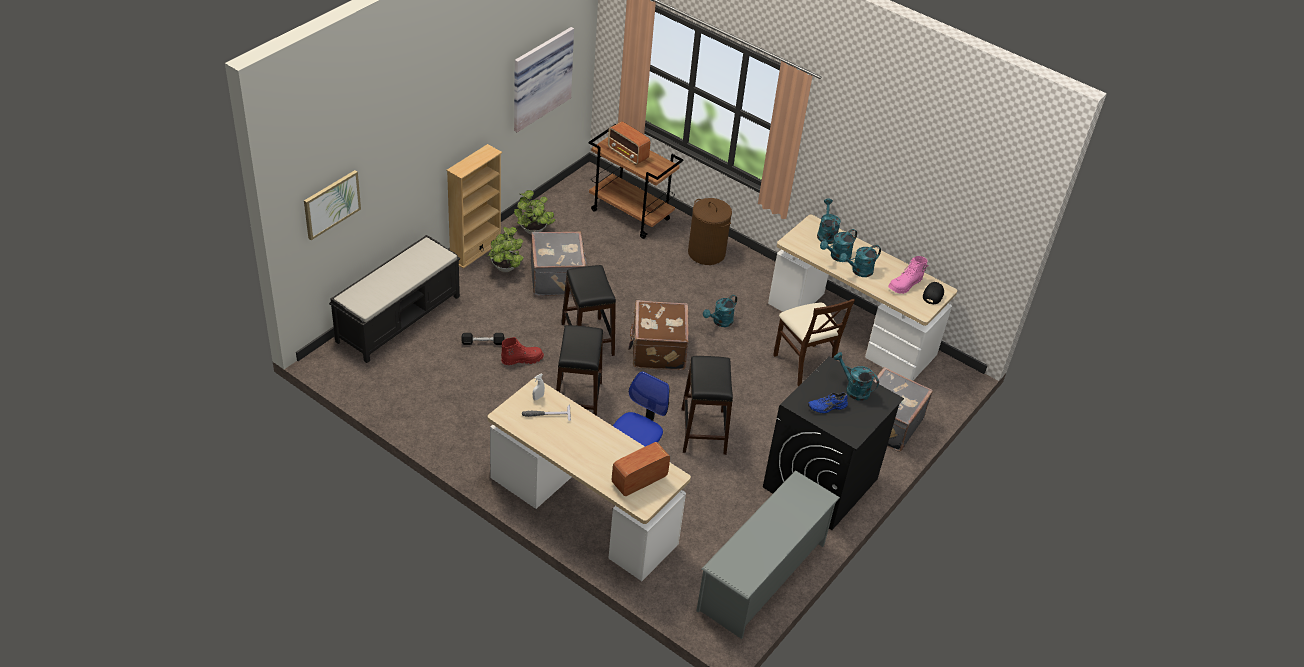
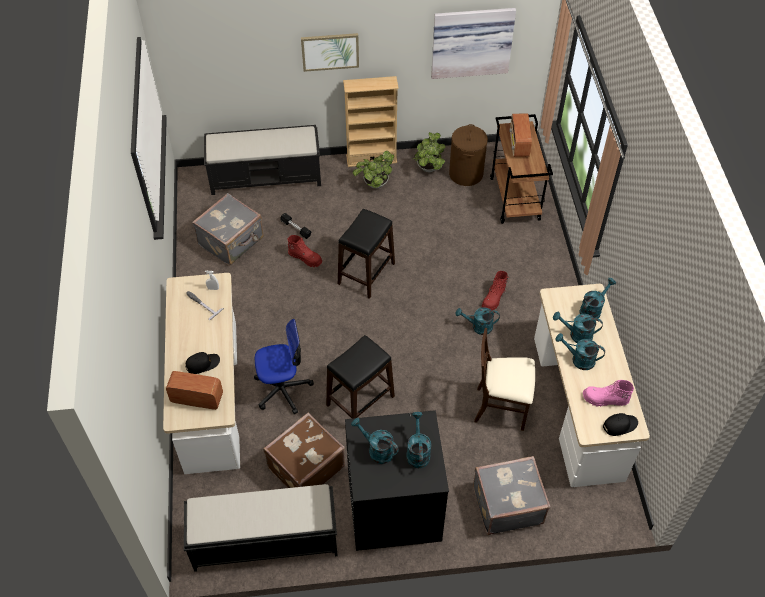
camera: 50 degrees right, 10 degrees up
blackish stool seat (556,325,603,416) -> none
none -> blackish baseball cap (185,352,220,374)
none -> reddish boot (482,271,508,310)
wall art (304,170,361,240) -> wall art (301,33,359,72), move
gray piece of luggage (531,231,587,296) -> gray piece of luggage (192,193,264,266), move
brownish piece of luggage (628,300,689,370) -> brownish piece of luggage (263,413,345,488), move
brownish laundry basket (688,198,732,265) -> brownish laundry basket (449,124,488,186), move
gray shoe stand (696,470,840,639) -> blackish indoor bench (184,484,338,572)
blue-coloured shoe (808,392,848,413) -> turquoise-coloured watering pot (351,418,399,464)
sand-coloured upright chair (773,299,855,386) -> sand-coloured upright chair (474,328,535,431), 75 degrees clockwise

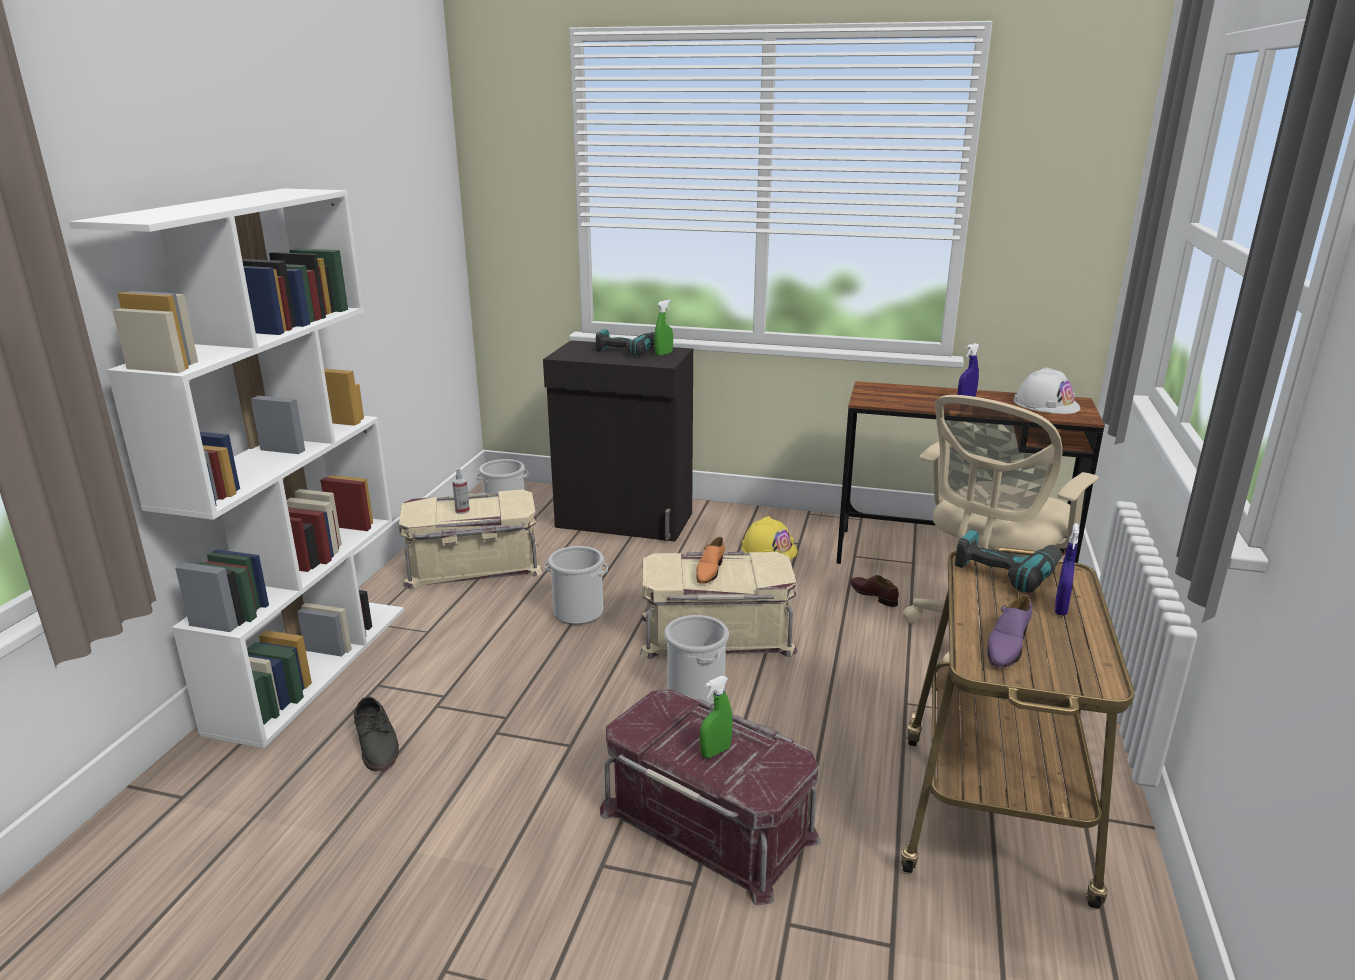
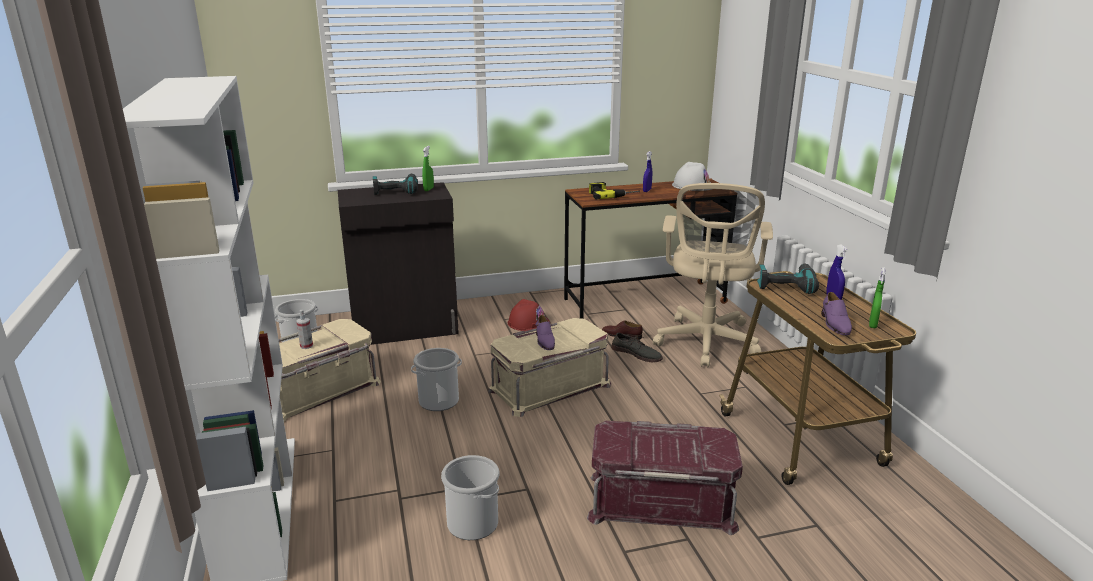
camera: 30 degrees left, 0 degrees up
none -> power drill (589,182,640,200)
gray shoe (354,697,399,771) -> gray shoe (611,333,663,362), move
pail (664,615,729,704) -> pail (441,455,499,540), move
greenish hand sprayer (700,676,733,758) -> greenish hand sprayer (869,267,886,328), move
orangey shoe (696,537,725,584) -> purple-coloured shoe (536,315,555,350)
yellow-coloured hard hat (742,516,797,559) -> reddish hard hat (508,299,550,331)

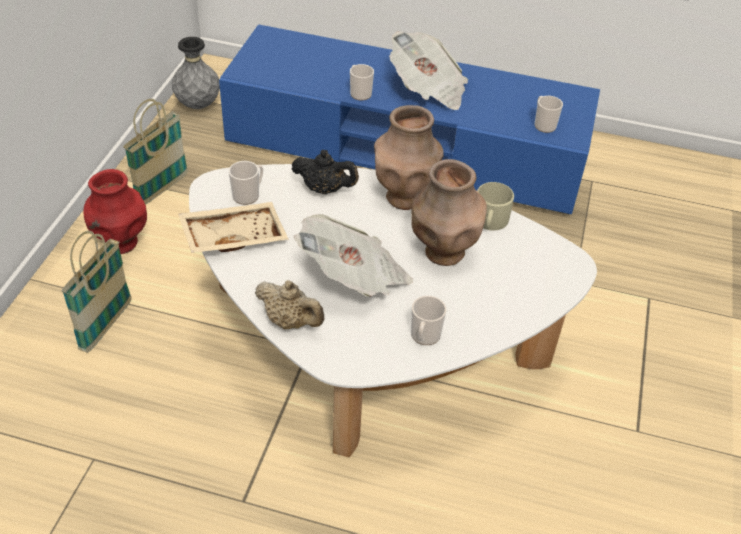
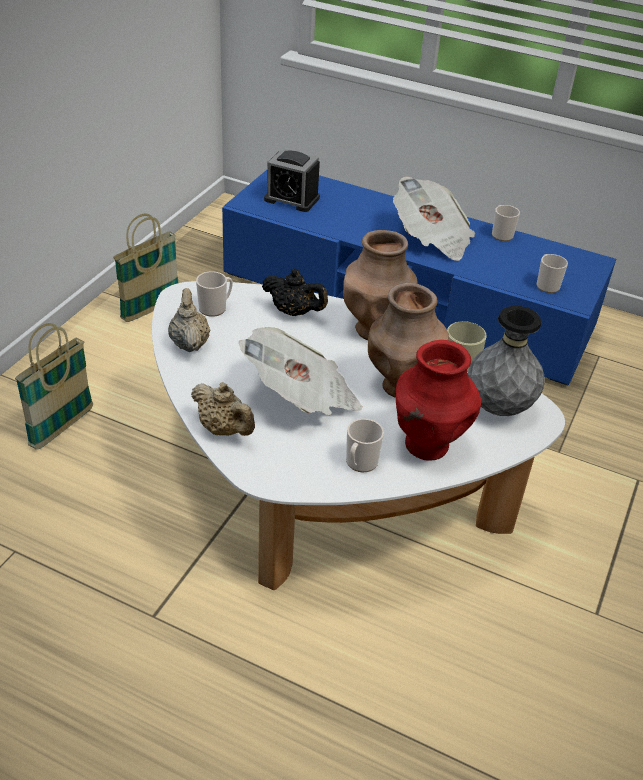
camera: 10 degrees right, 5 degrees down
none -> table clock (264,148,320,212)
reddish decorative vase (83,169,147,254) -> reddish decorative vase (396,340,481,461), move
gray decorative vase (172,37,220,109) -> gray decorative vase (468,306,545,416), move
mug (350,64,374,101) -> mug (492,205,520,241), move
sand-coloured carrying tray (178,202,289,253) -> sand-coloured tea pot (168,288,210,352)

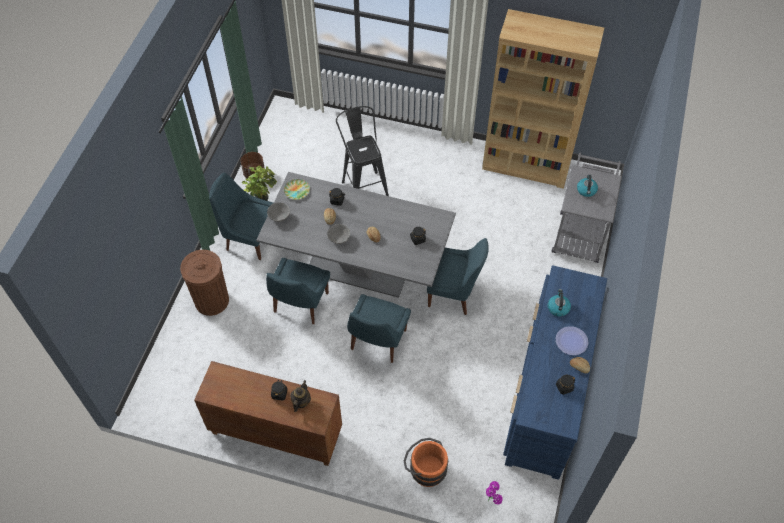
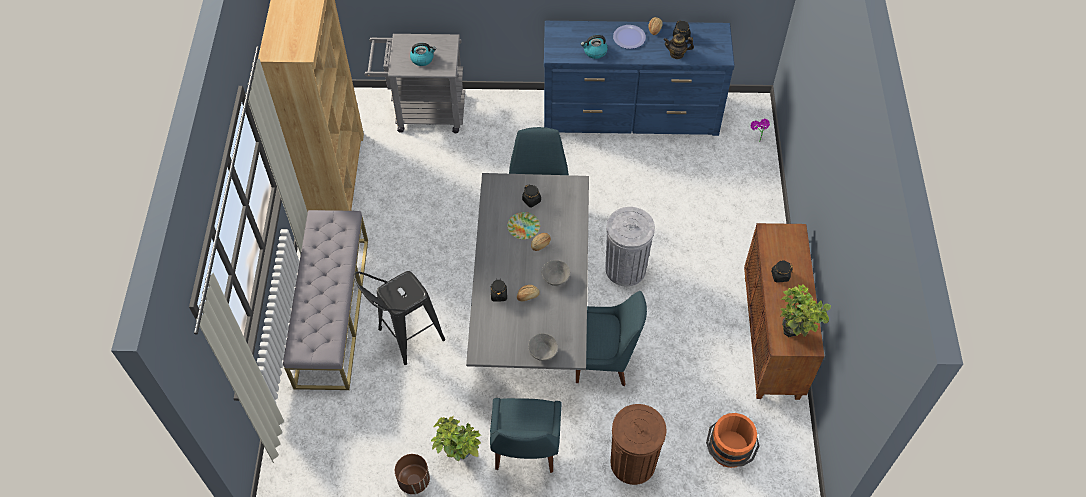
camera: 105 degrees left, 0 degrees up
none -> gray indoor bench (283,210,368,390)
none -> plant in a pot (780,284,831,337)
plate (284,179,310,200) -> plate (507,212,540,239), move
tea pot (290,380,311,412) -> tea pot (664,33,694,59), move
orangey pail (404,438,448,487) -> orangey pail (706,413,760,468), move
blue-coloured upright chair (347,294,411,363) -> gray rubbish bin (605,207,655,286)

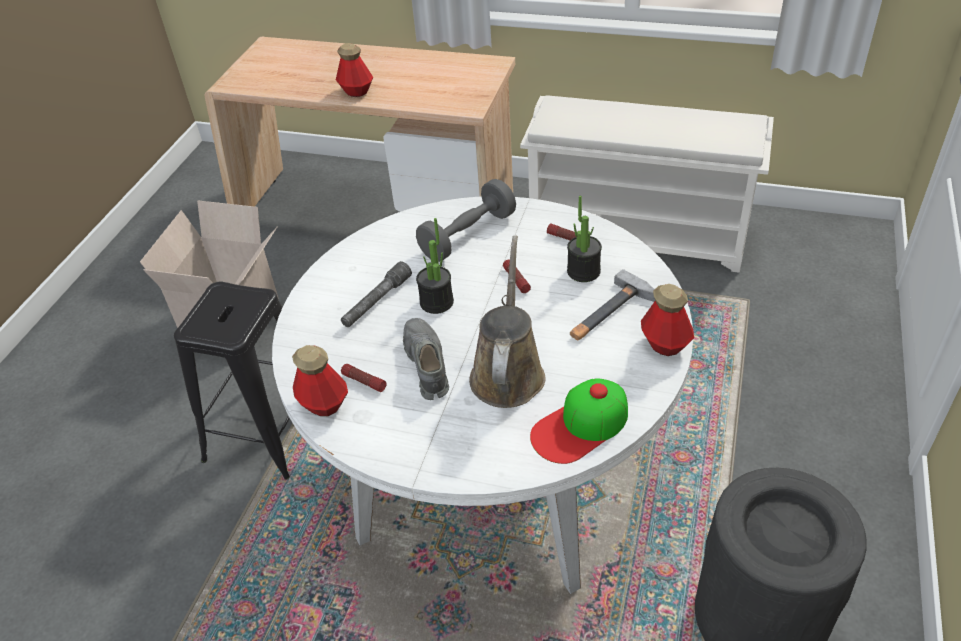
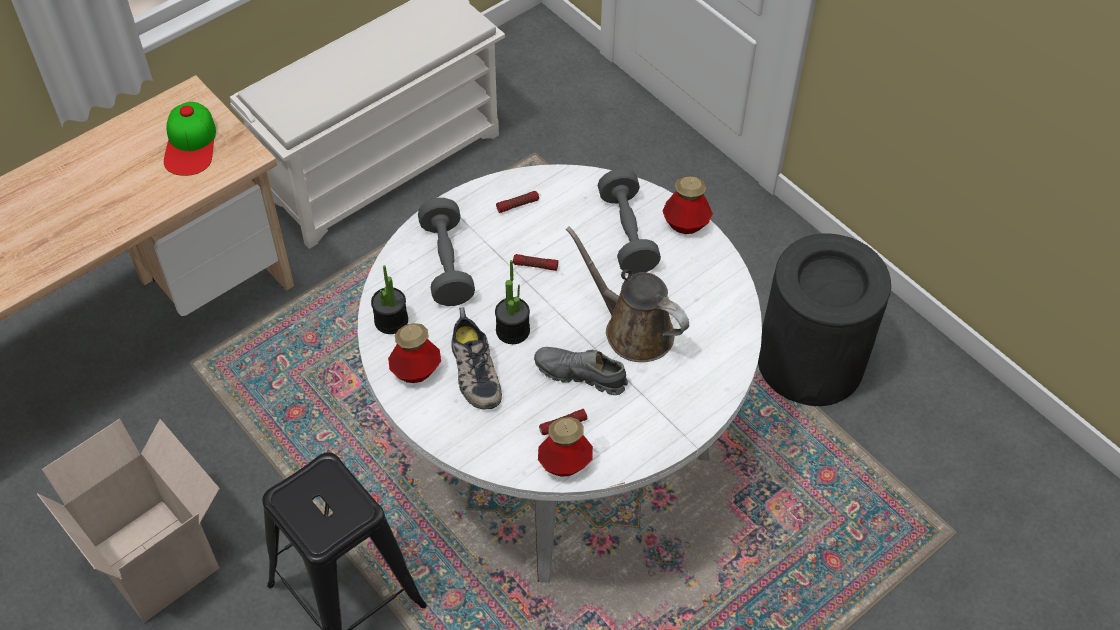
camera: 60 degrees left, 10 degrees up
drink bottle (336,43,373,97) -> drink bottle (388,323,441,383), move
baseball cap (530,378,628,464) -> baseball cap (164,102,216,176), move
plant in a pot (567,195,602,282) -> plant in a pot (371,265,408,334), move
gray hand torch (341,261,412,327) -> shoe (451,307,502,409)
hand hammer (570,269,655,340) -> gray hand weight (598,169,661,274)

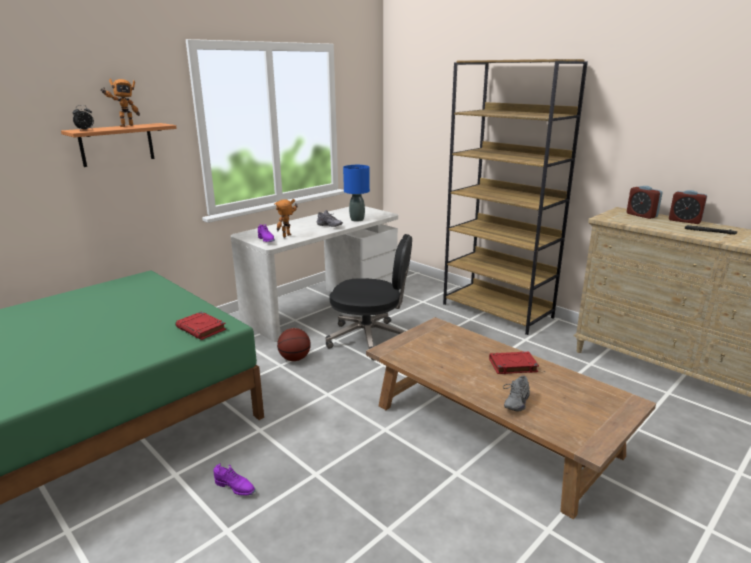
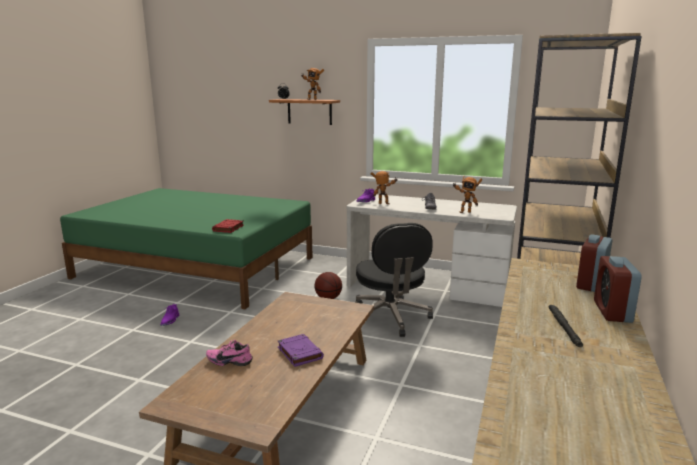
camera: 65 degrees right, 5 degrees down
blue-coloured table lamp (343,165,370,222) -> model robot (452,175,482,213)
reddish volume (489,351,539,374) -> purple-coloured volume (277,334,324,367)
gray shoe (503,376,530,412) -> pink-coloured shoe (206,340,253,366)

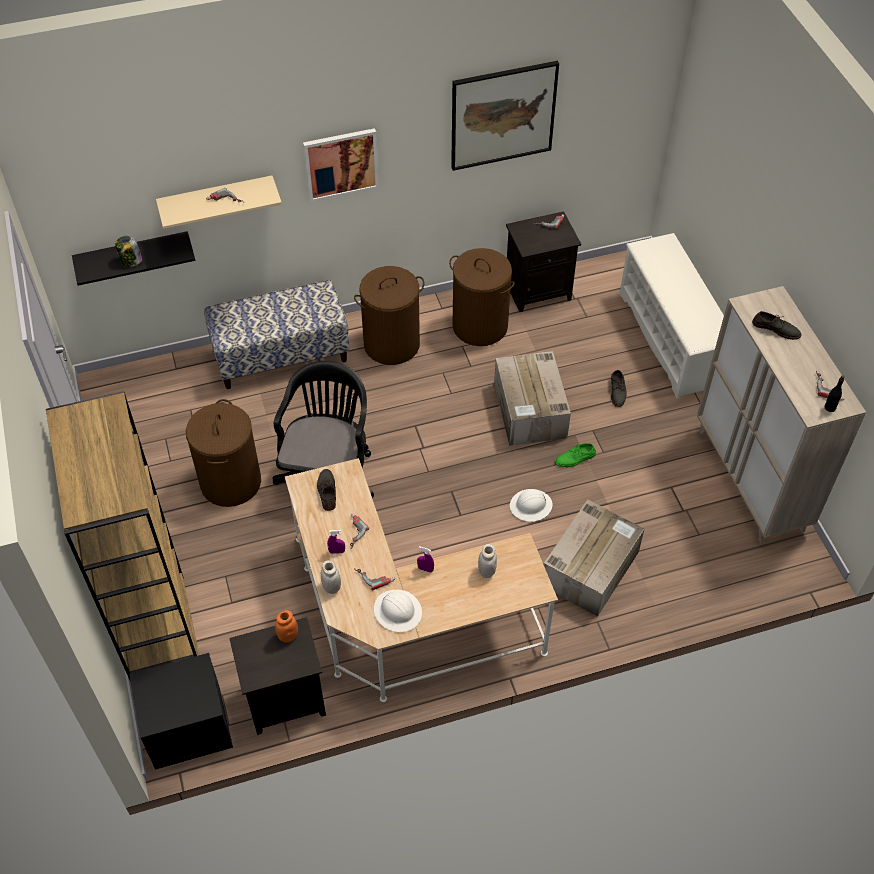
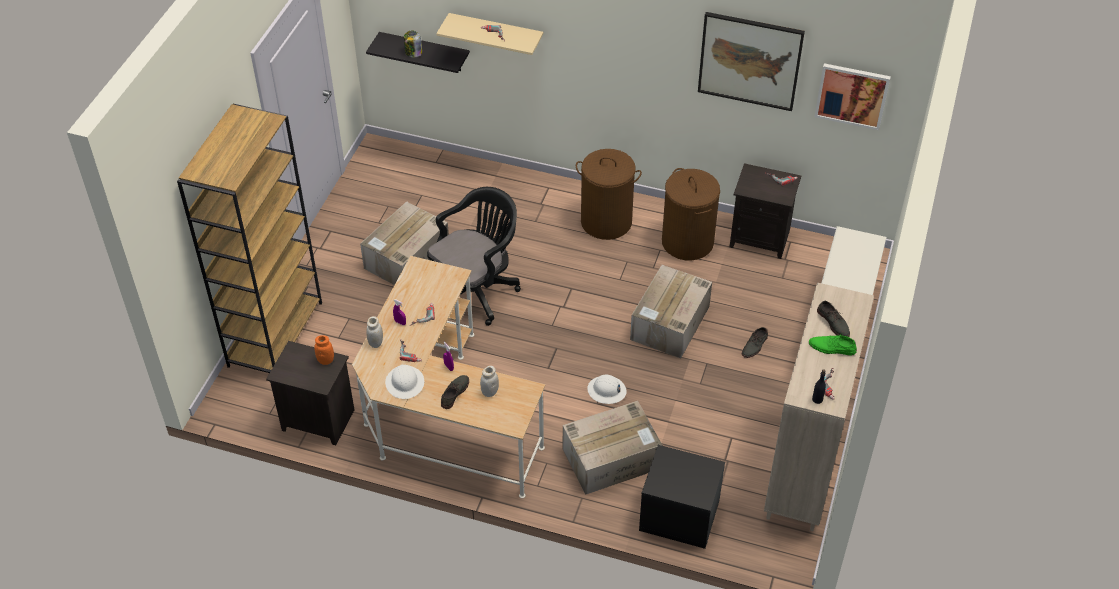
camera: 35 degrees right, 5 degrees down
indoor bench (204,280,350,389) -> none
blackish nightstand (129,653,233,770) -> blackish nightstand (639,445,725,549), move
wall art (303,128,379,202) -> wall art (815,63,891,130), move
gray shoe (317,469,336,511) -> gray shoe (441,375,469,409), move
greenish shoe (555,443,596,467) -> greenish shoe (809,335,857,356), move
brownish laundry basket (186,399,261,507) -> packing box (360,201,449,285)

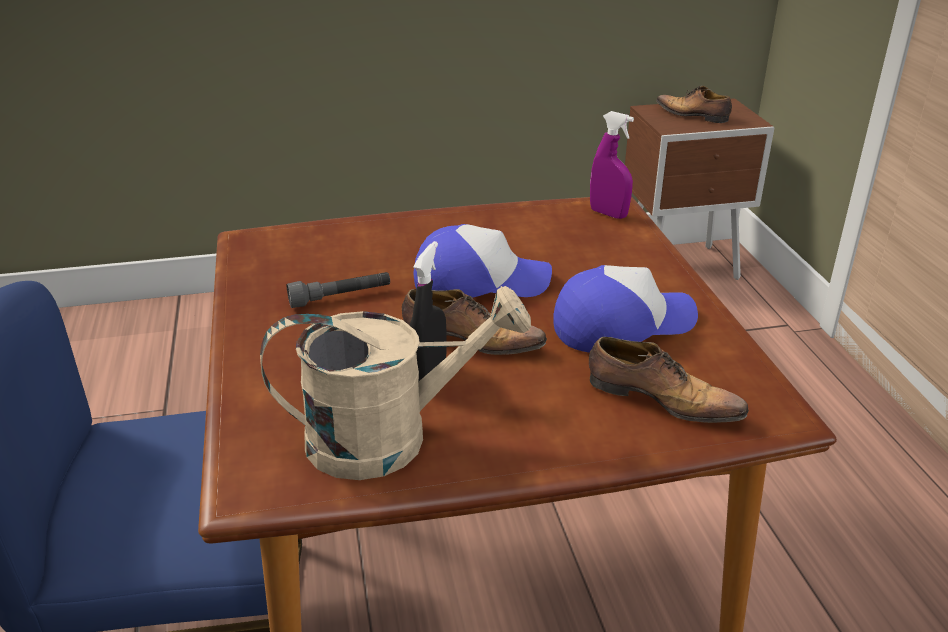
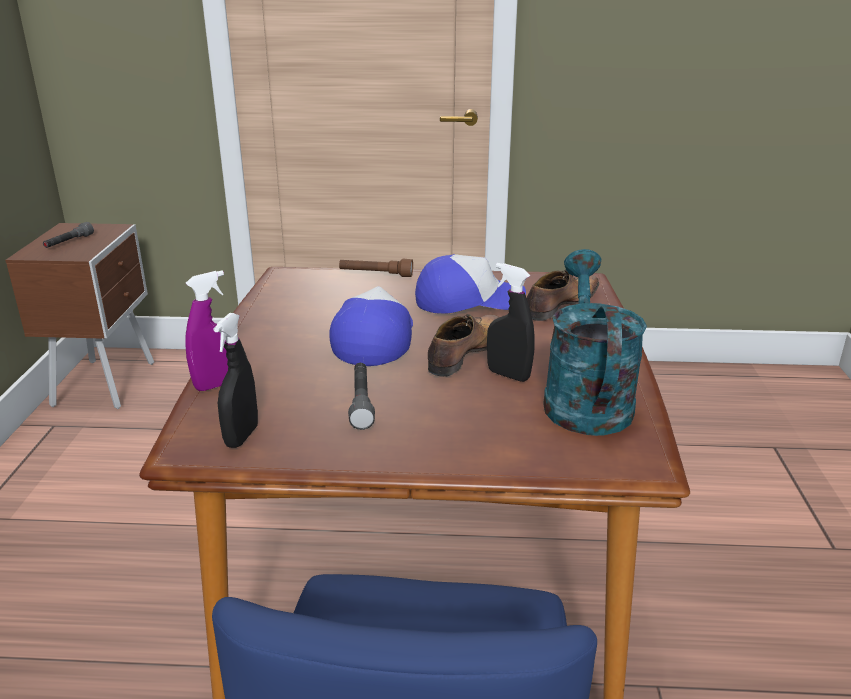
camera: 75 degrees left, 5 degrees down
none -> blackish hand sprayer (213,313,258,448)
none -> brownish hand torch (339,258,413,277)
purple-coloured hand sprayer (590,111,634,219) -> purple-coloured hand sprayer (185,271,228,391), move
shoe (656,86,732,123) -> gray hand torch (43,222,94,248)
sand-coloured watering pot (260,286,531,480) -> turquoise-coloured watering pot (543,249,647,436)
baseball cap (553,265,698,353) -> baseball cap (415,254,526,314), 90 degrees clockwise

